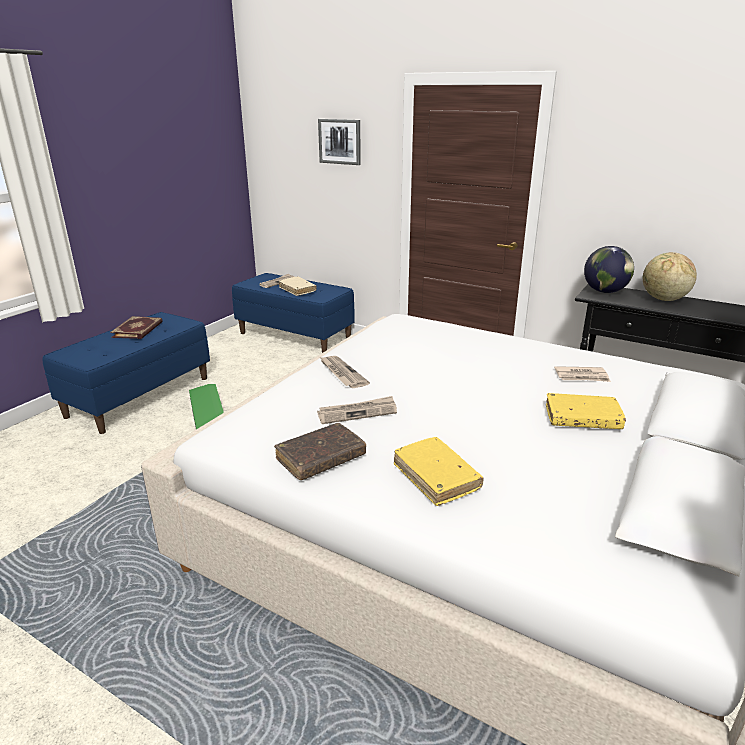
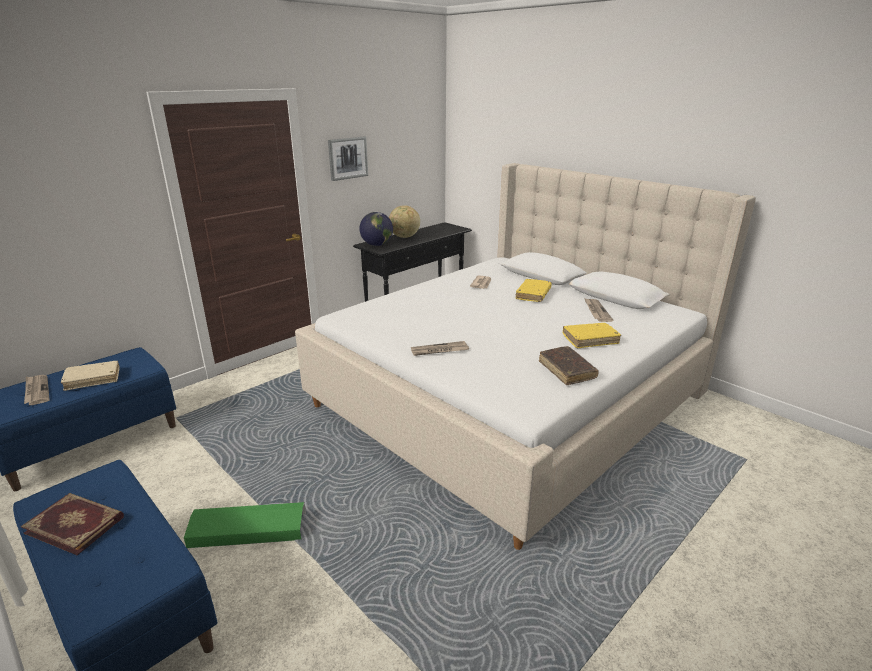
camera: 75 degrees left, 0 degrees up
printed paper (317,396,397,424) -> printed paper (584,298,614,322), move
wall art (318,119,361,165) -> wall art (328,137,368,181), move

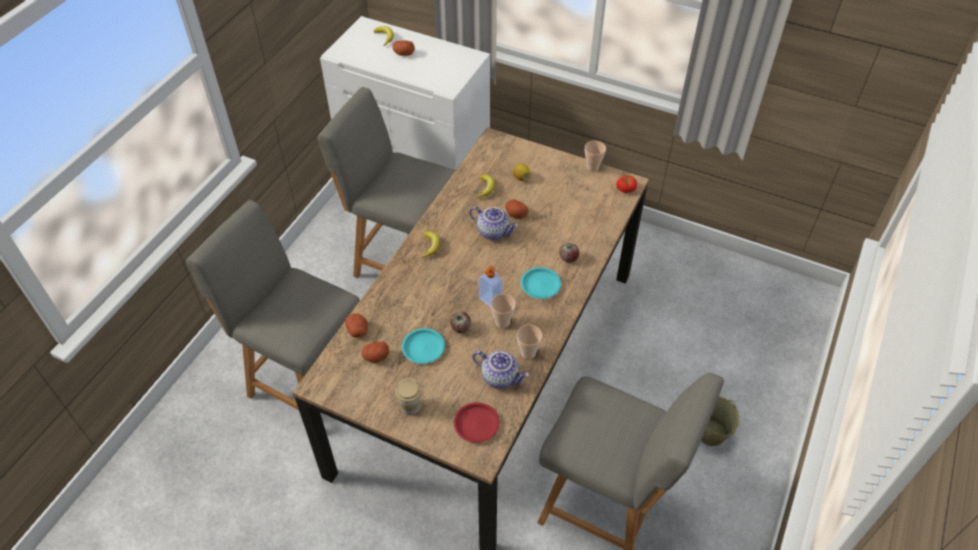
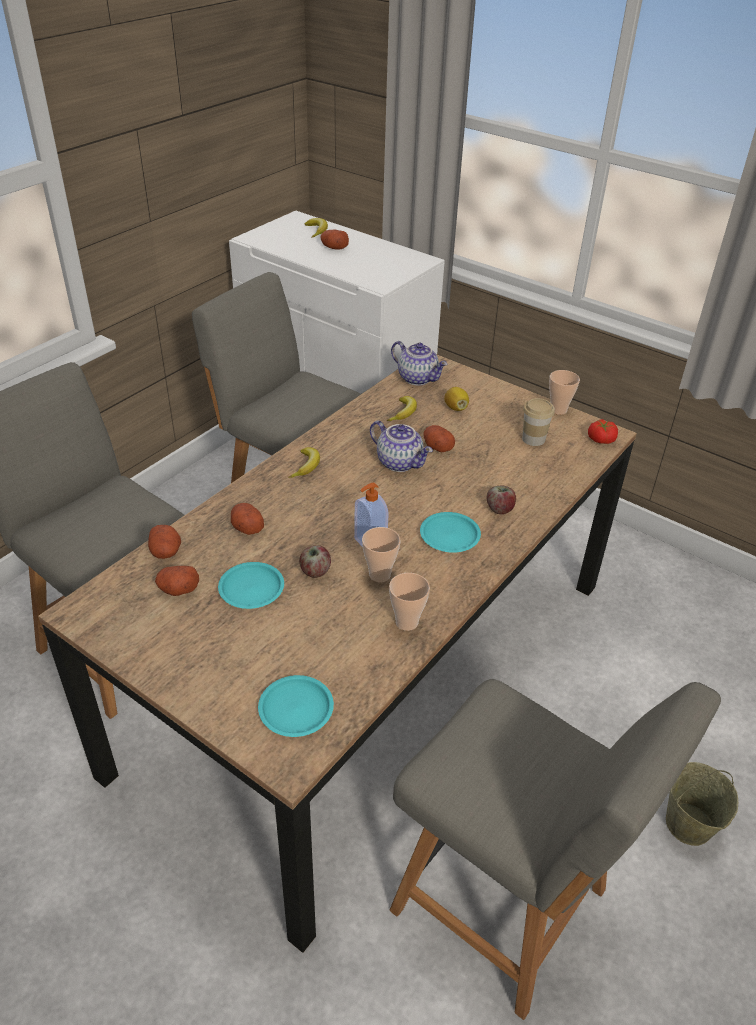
camera: 10 degrees right, 10 degrees down
none -> whole potato (231,503,264,535)
small cup (395,379,422,416) -> small cup (522,398,555,446), move
tea pot (472,351,529,389) -> tea pot (391,341,448,386), move
reddish plate (454,402,500,443) -> turquoise-coloured plate (258,675,334,737)

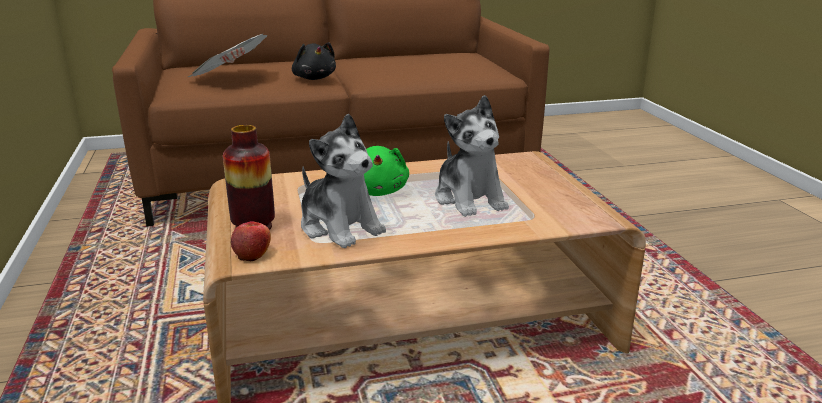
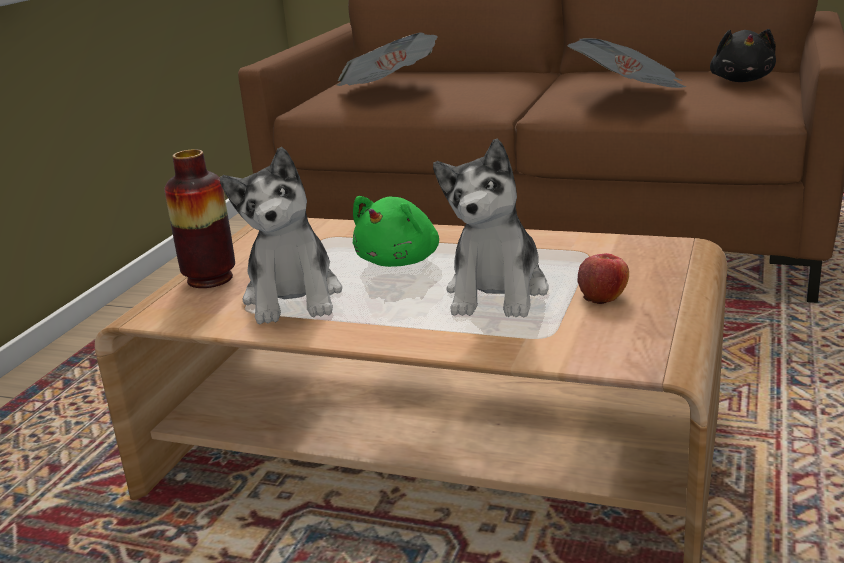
camera: 35 degrees right, 0 degrees up
none -> printed paper (567,38,686,88)
apple fruit (231,221,271,261) -> apple fruit (577,253,629,304), move
blackish cuddly toy (292,42,336,80) -> blackish cuddly toy (710,29,776,82), move

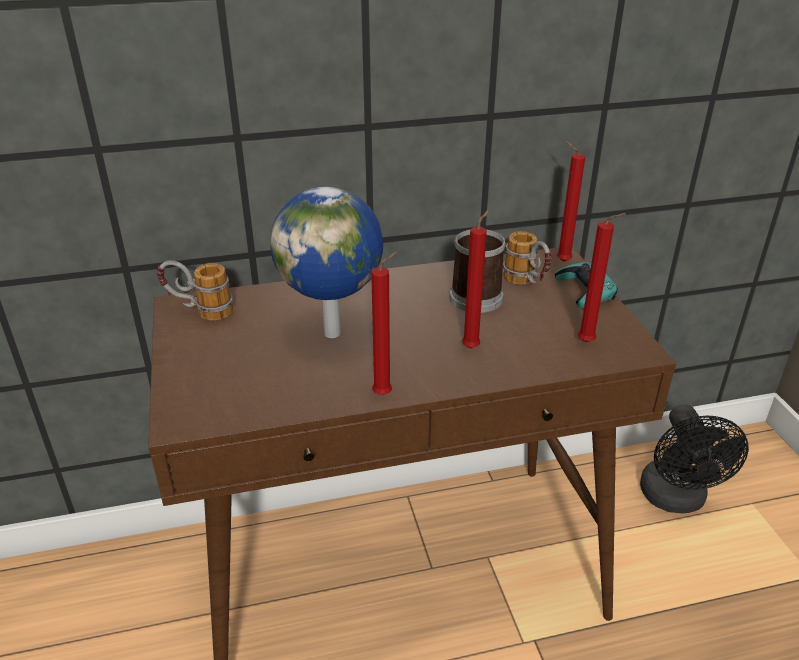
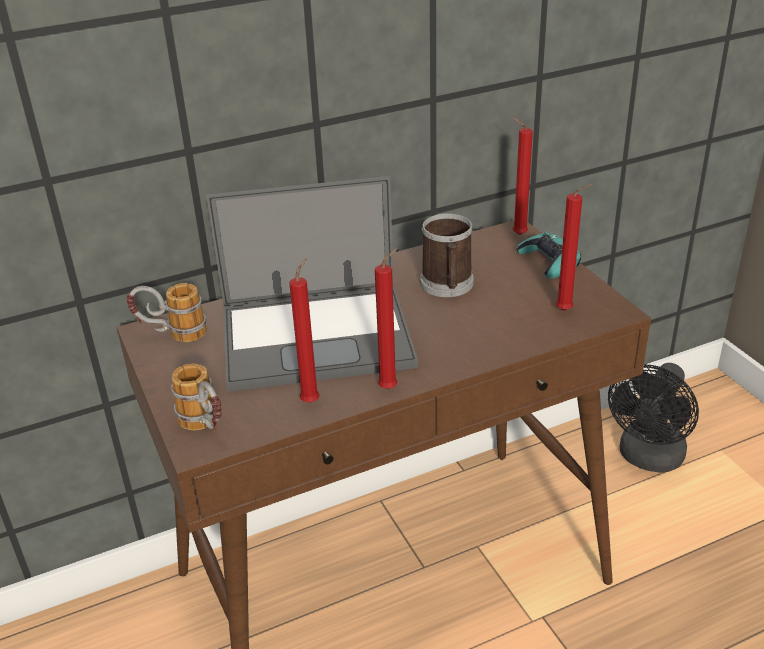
camera: 10 degrees left, 0 degrees up
reddish wax candle (462,210,489,348) -> reddish wax candle (289,258,319,403), move
mug (503,231,552,285) -> mug (171,364,222,431), move
world globe (271,187,383,338) -> portable computer (206,176,418,392)
blackish cooling fan (640,404,749,513) -> blackish cooling fan (608,363,699,473), 45 degrees clockwise

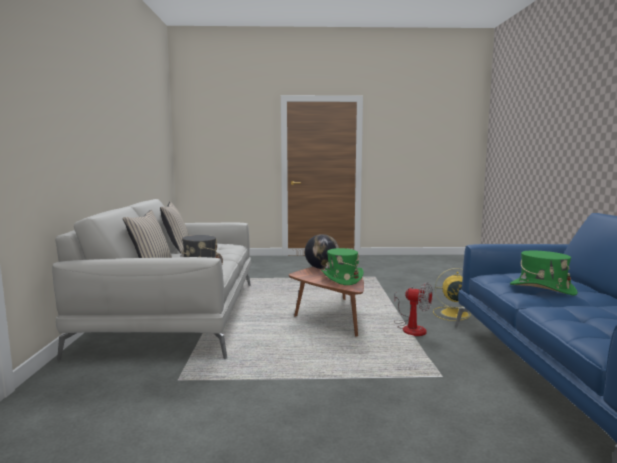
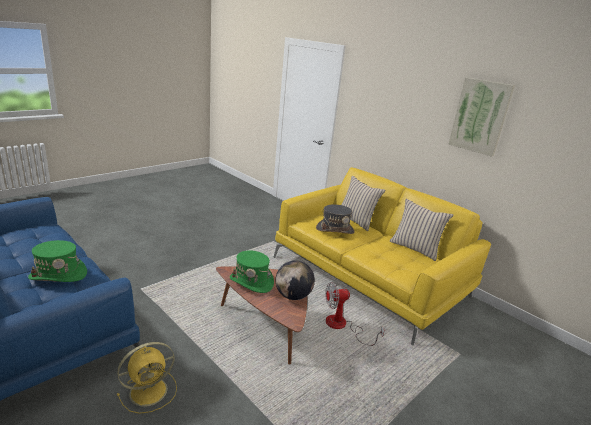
camera: 135 degrees right, 15 degrees up
none -> wall art (448,78,515,156)
cooling fan (394,282,433,336) -> cooling fan (325,282,384,346), move
gray sofa (52,199,251,361) -> yellow-coloured sofa (273,167,491,345)

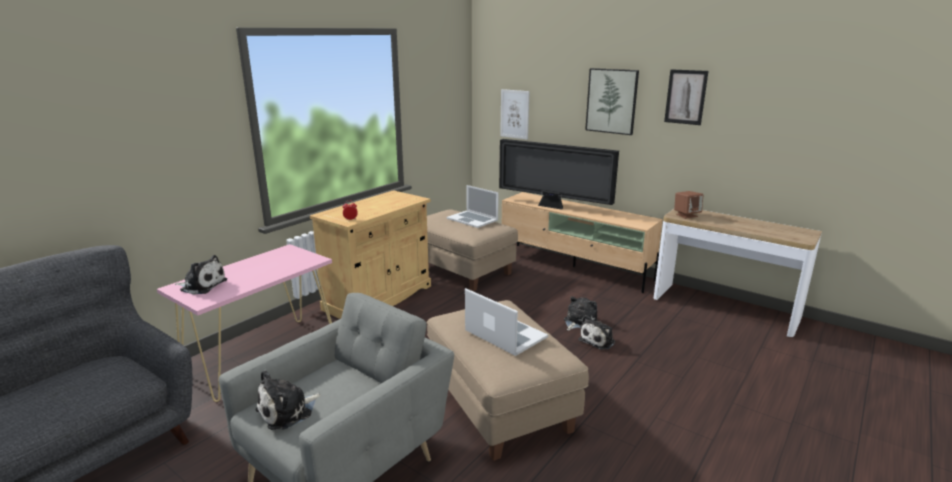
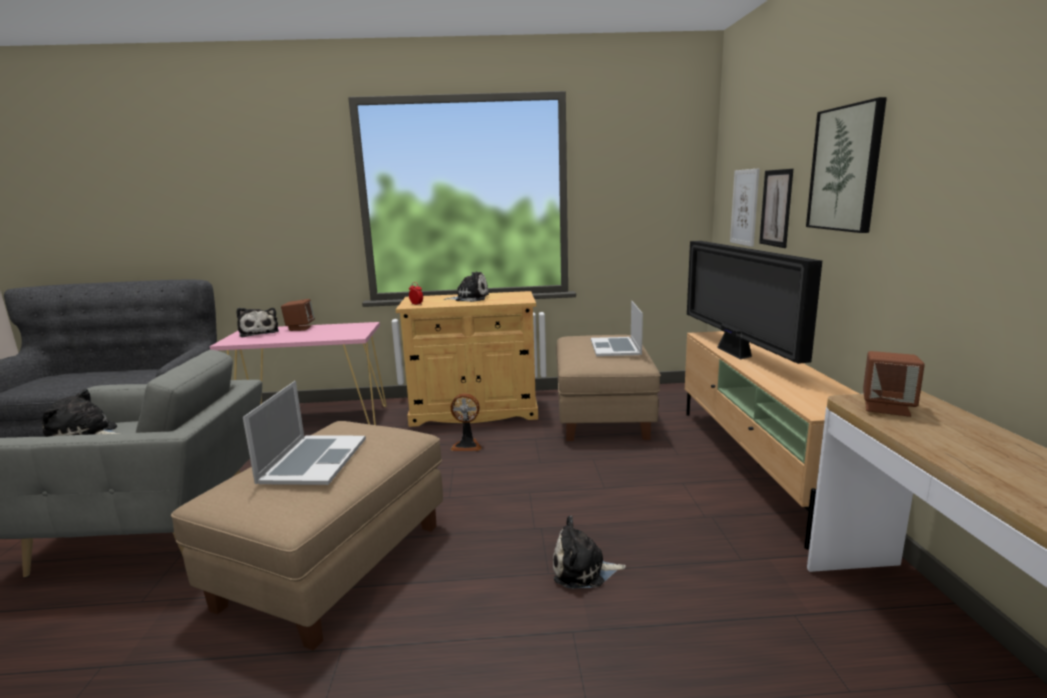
camera: 50 degrees right, 5 degrees down
none -> brownish loudspeaker (281,299,315,331)
none -> cooling fan (451,393,482,451)
cuddly toy (564,296,598,331) -> cuddly toy (444,272,489,302), move
wall art (664,69,708,125) -> wall art (759,169,793,248), move

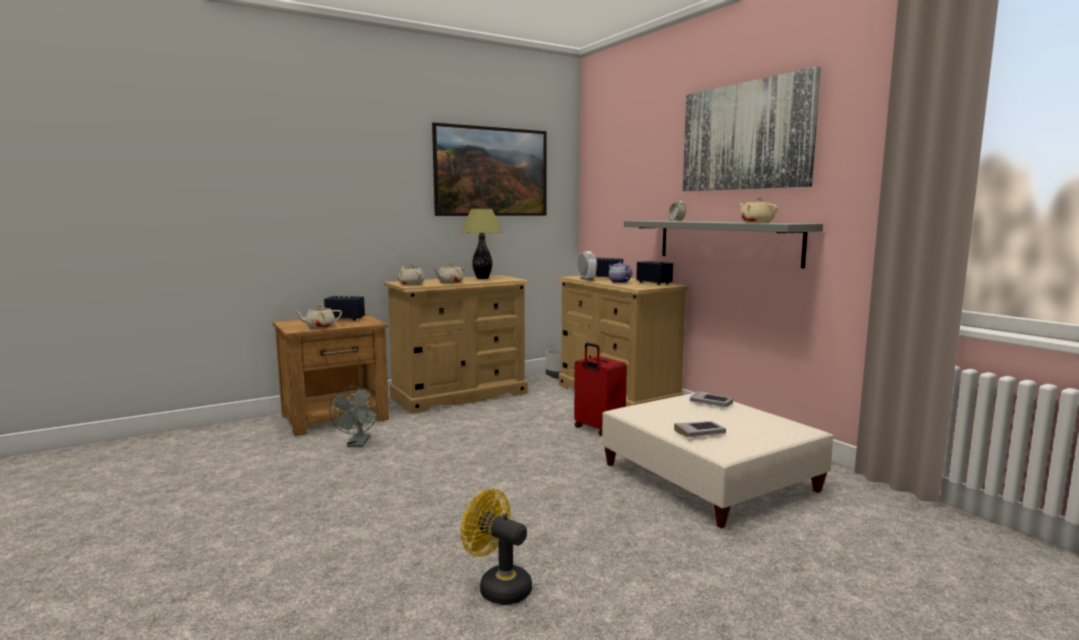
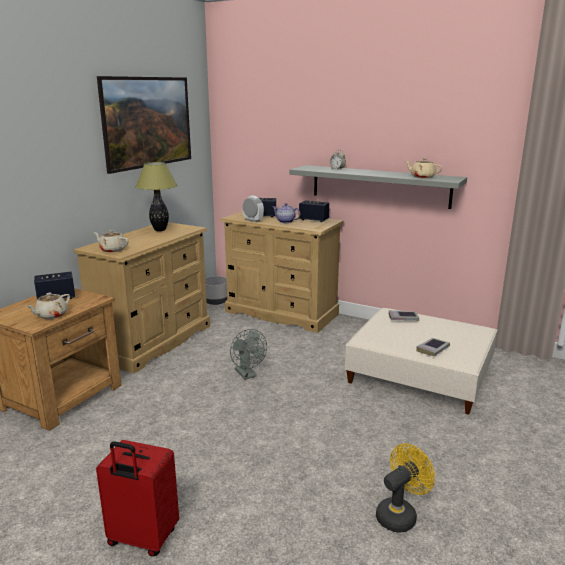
camera: 30 degrees left, 10 degrees up
sand-coloured tea pot (434,263,465,284) -> none
wall art (683,66,821,191) -> none
gray cooling fan (330,386,378,447) -> gray cooling fan (230,329,267,379), move
reddish piece of luggage (574,343,627,436) -> reddish piece of luggage (96,440,179,557), move
yellow-coloured cooling fan (460,489,532,605) -> yellow-coloured cooling fan (376,443,435,533), 135 degrees clockwise

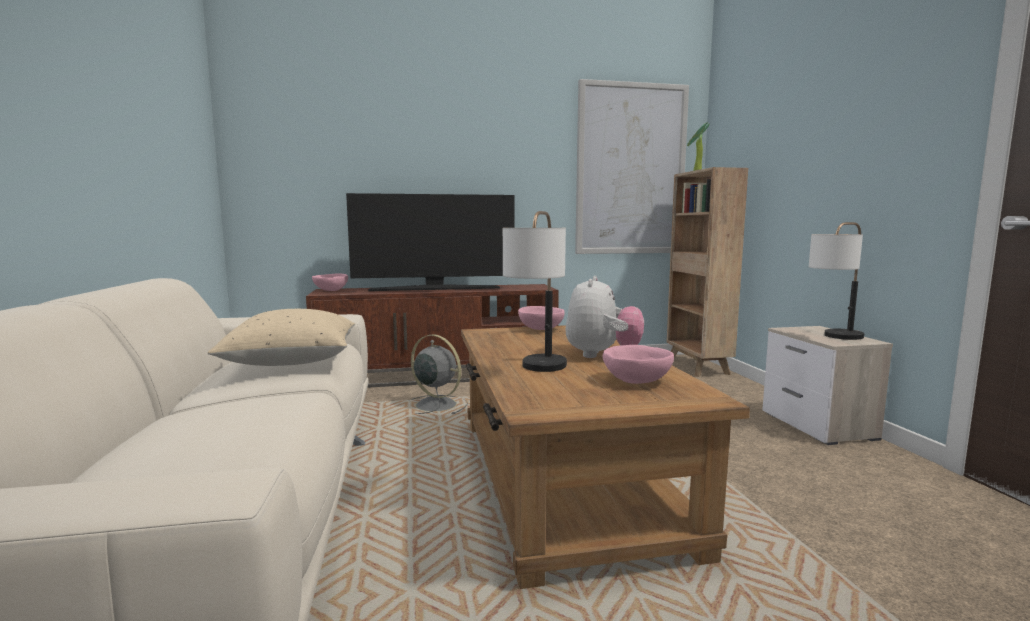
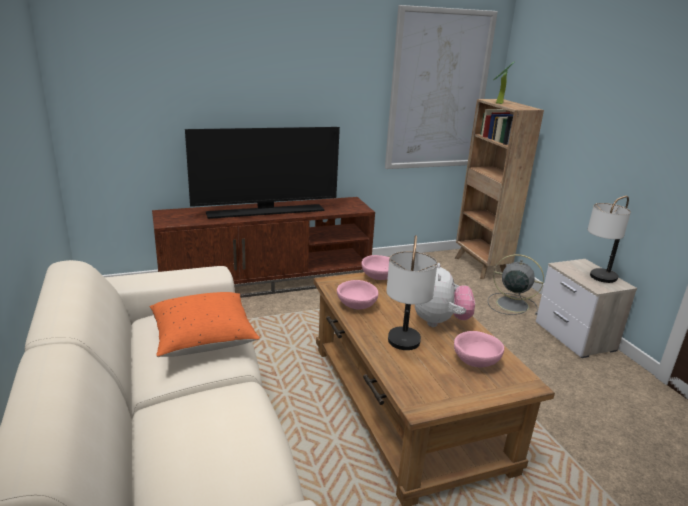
camera: 10 degrees left, 15 degrees up
pink-coloured serving bowl (312,274,348,291) -> pink-coloured serving bowl (337,280,378,309), move
gray cooling fan (408,334,468,414) -> gray cooling fan (488,254,544,315), move
sand-coloured throw pillow (208,309,355,366) -> orangey throw pillow (150,292,260,357)

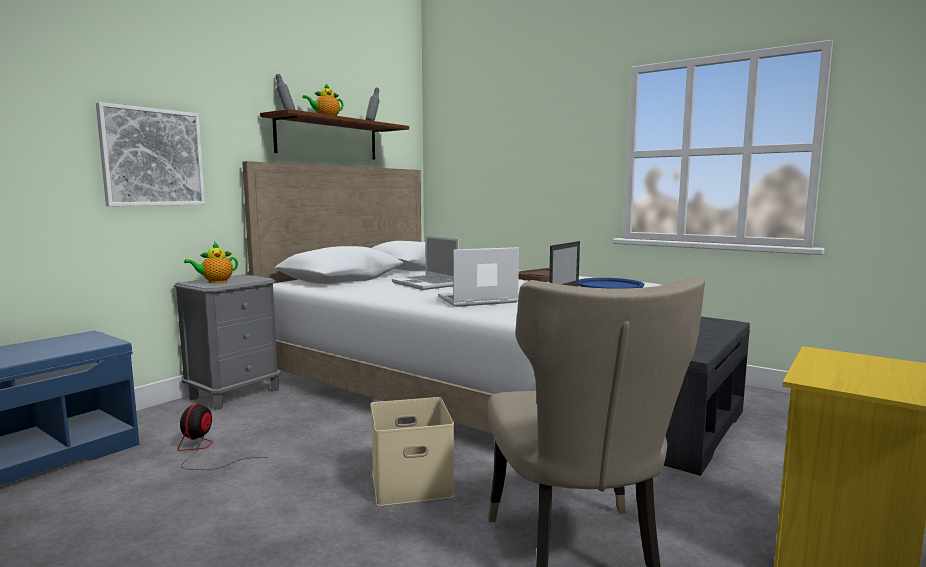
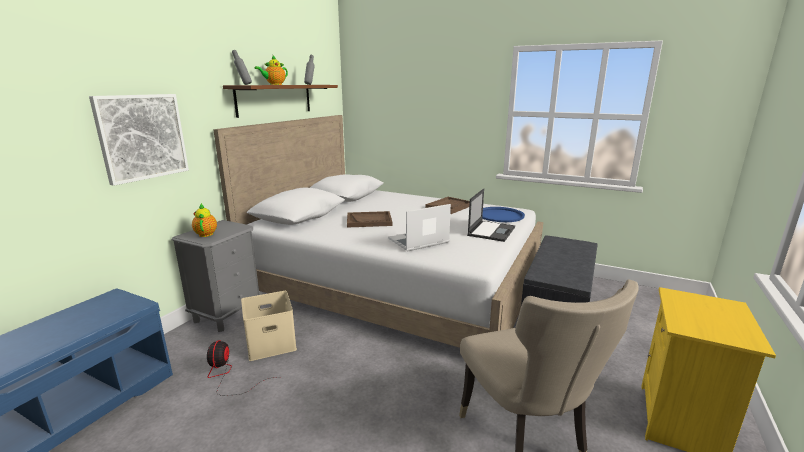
camera: 10 degrees left, 10 degrees up
sand-coloured storage bin (371,397,455,506) -> sand-coloured storage bin (241,291,297,361), move
portable computer (392,236,459,290) -> brownish carrying tray (347,211,392,228)
tea pot (184,242,238,283) -> tea pot (192,203,217,237), 120 degrees clockwise

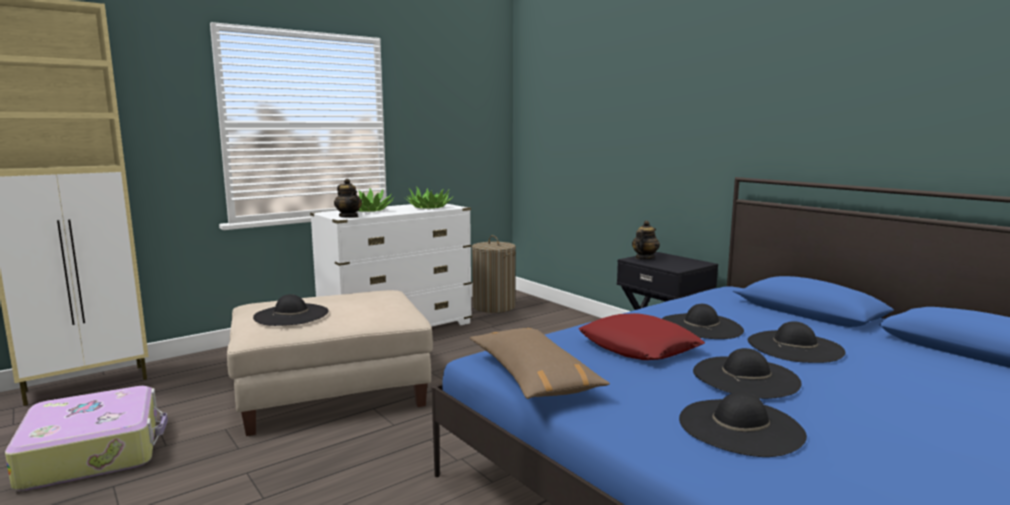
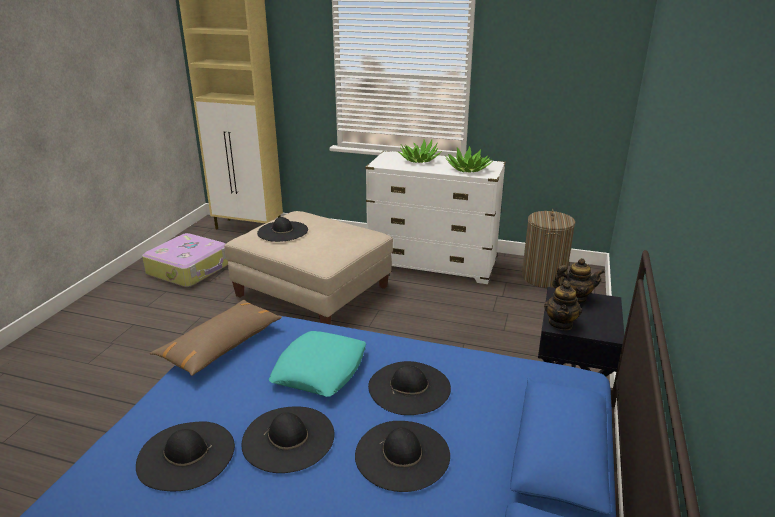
camera: 55 degrees right, 15 degrees up
tea pot (334,179,362,218) -> tea pot (544,280,582,330), move
reddish throw pillow (579,313,705,360) -> turquoise-coloured throw pillow (269,331,366,397)

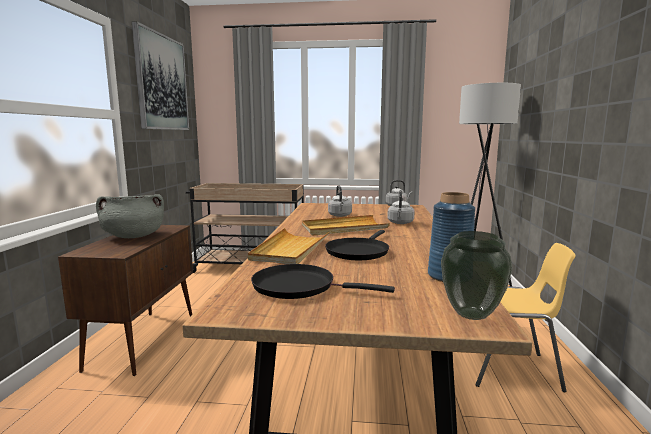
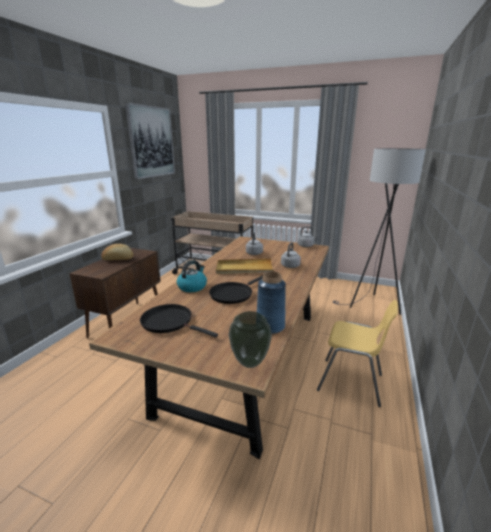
camera: 15 degrees right, 10 degrees up
gray saucepot (96,194,164,238) -> bakery bread (101,244,133,260)
sand-coloured carrying tray (248,228,331,264) -> tea kettle (177,260,207,292)

